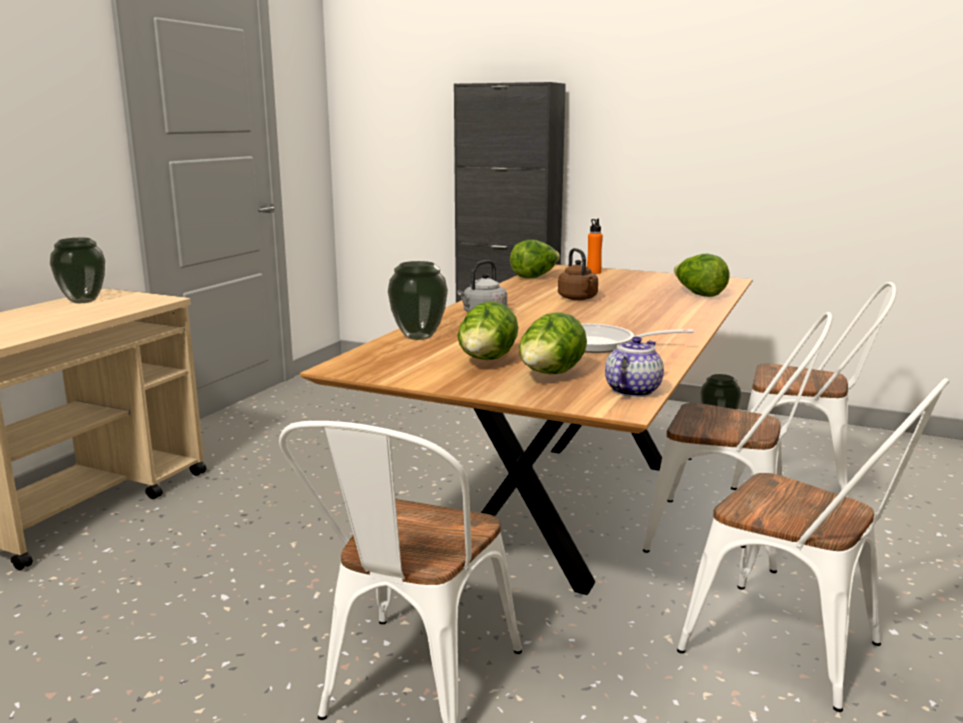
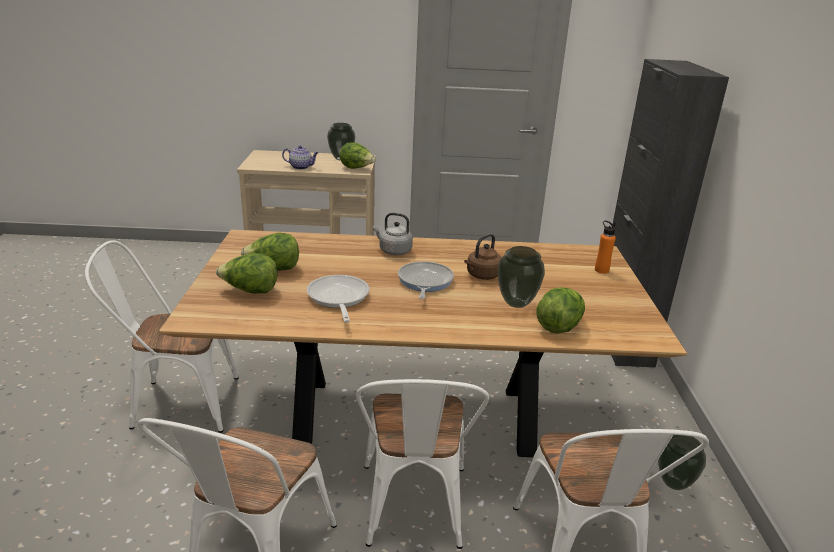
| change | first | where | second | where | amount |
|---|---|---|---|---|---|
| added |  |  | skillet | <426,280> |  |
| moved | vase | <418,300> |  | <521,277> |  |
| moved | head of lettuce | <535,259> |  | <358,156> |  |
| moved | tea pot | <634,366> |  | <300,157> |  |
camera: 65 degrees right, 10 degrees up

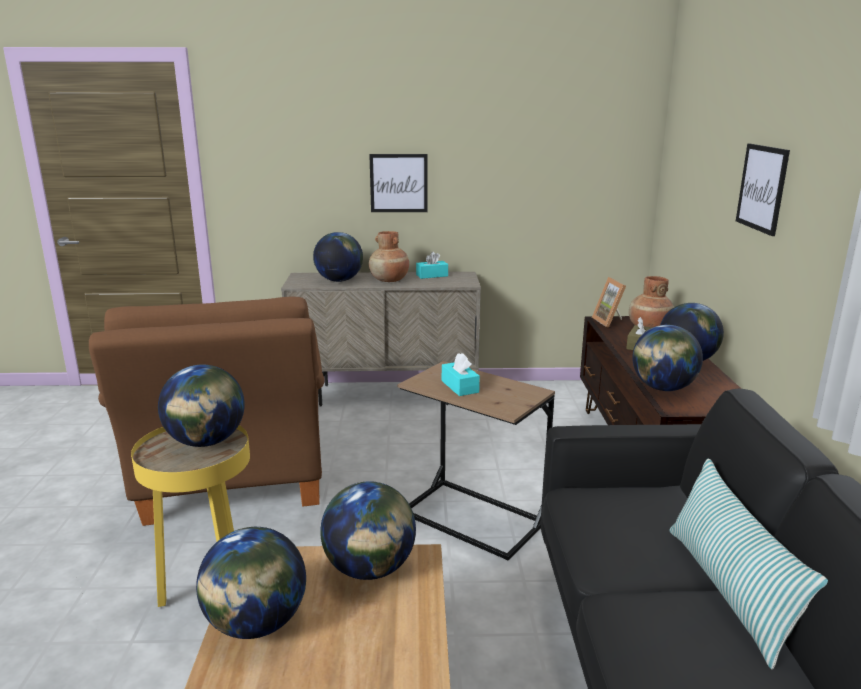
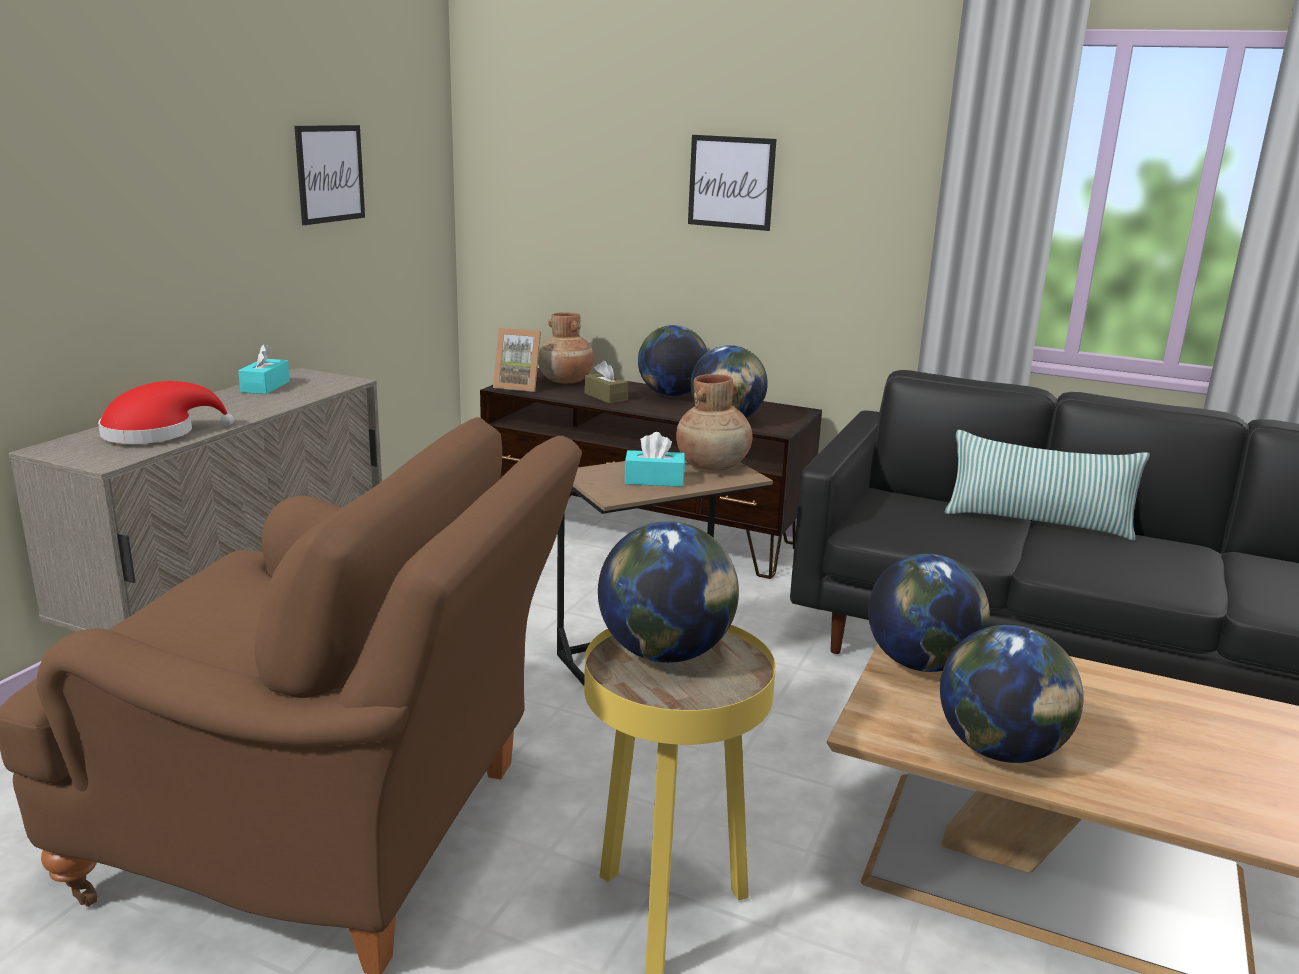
| change | first | where | second | where | amount |
|---|---|---|---|---|---|
| moved | wall picture | <398,183> |  | <329,175> |  |
| moved | vase/brown-coloured | <389,256> |  | <714,422> |  |
| replaced | world globe | <338,257> | clothing hat/reddish | <166,412> |  |
camera: 65 degrees left, 0 degrees up

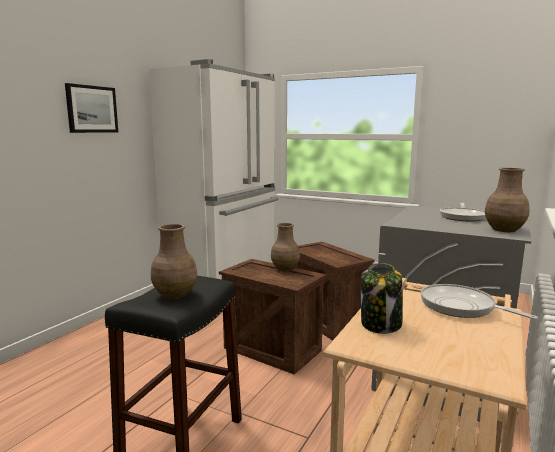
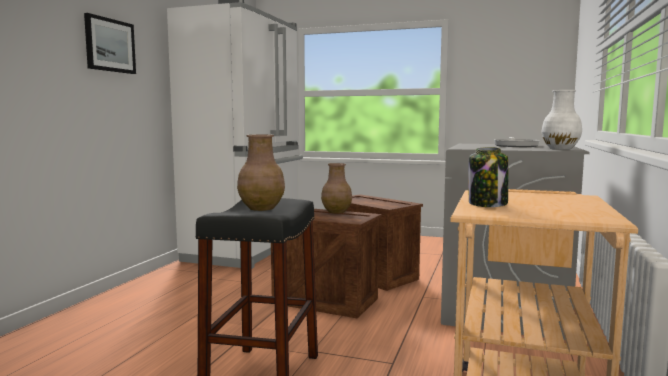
| change | first | where | second | where | amount |
|---|---|---|---|---|---|
| removed | skillet | <479,302> |  |  |  |
| recoloured | vase/brown-coloured | <507,200> | vase/white-coloured | <562,120> |  |
camera: 10 degrees left, 5 degrees down

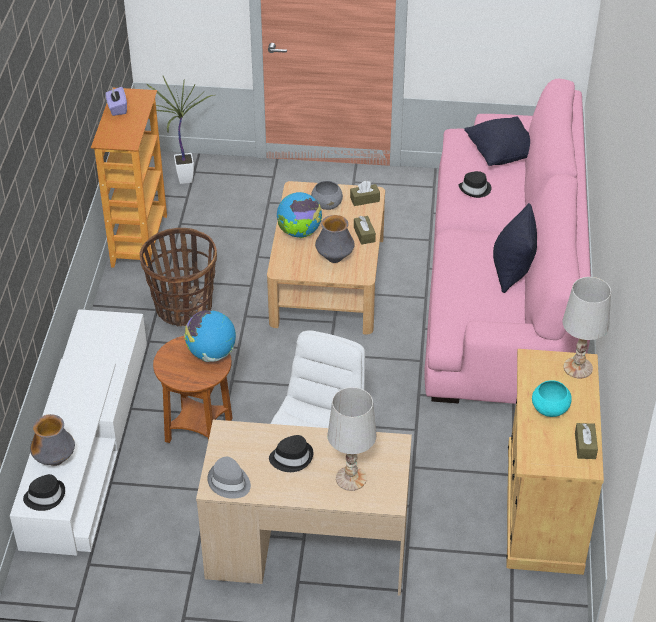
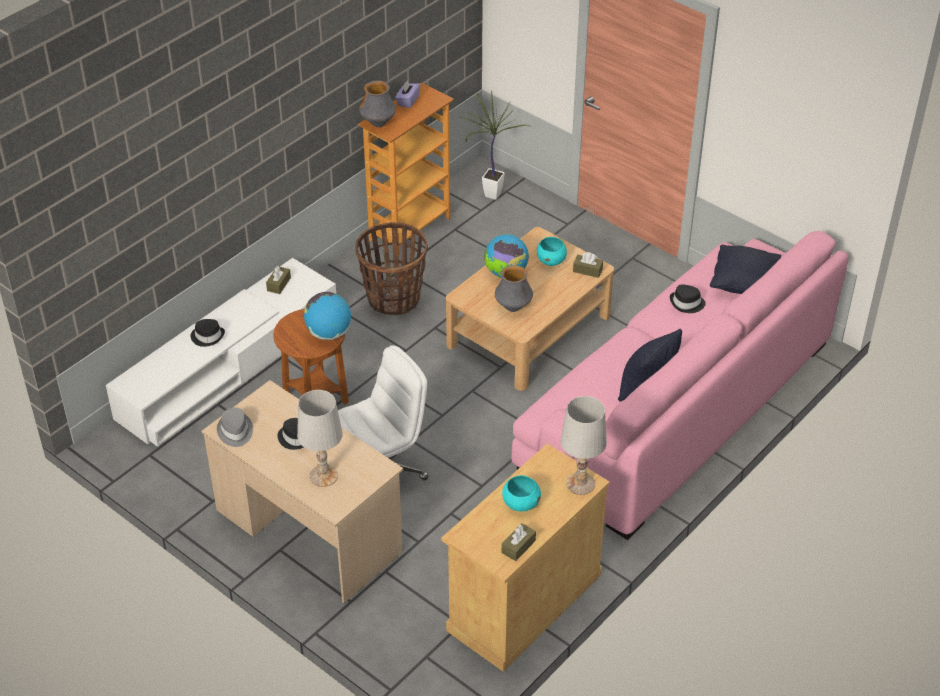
| change | first | where | second | where | amount |
|---|---|---|---|---|---|
| moved | clothing hat/black-coloured | <44,492> |  | <207,333> |  |
| moved | vase | <52,440> |  | <377,104> |  |
| moved | box of tissues/brown-coloured | <365,230> |  | <278,280> |  |
| recoloured | bowl/gray | <327,195> | bowl/turquoise | <552,251> |  |
camera: 35 degrees right, 0 degrees up

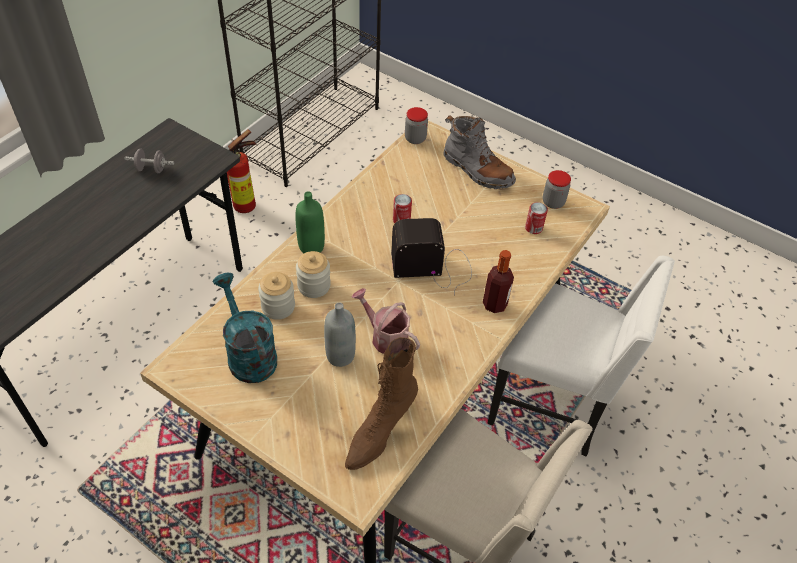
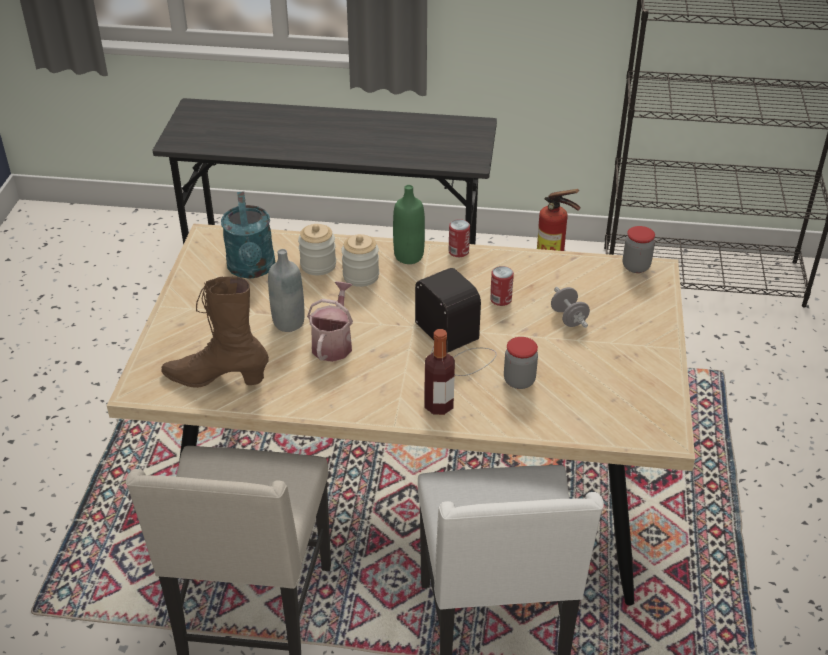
| change | first | where | second | where | amount |
|---|---|---|---|---|---|
| removed | boot/gray | <480,152> |  |  |  |
| moved | hand weight/gray | <149,161> |  | <570,307> |  |
| moved | metal can | <536,218> |  | <459,238> |  |
| moved | preserve jar | <557,189> |  | <521,363> |  |
| turned | watering pot/turquoise | <245,327> |  | <248,235> | 135 degrees clockwise |
camera: 65 degrees right, 10 degrees down

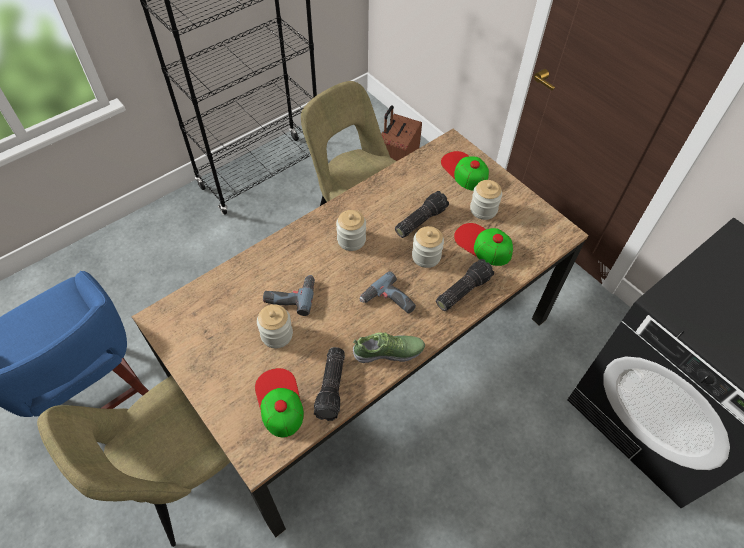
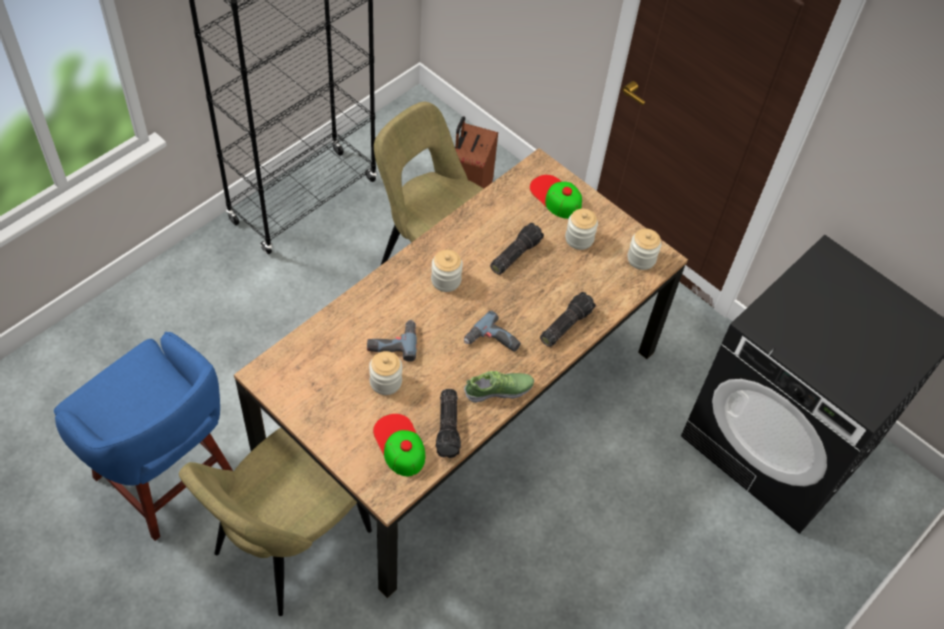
| change | first | where | second | where | amount |
|---|---|---|---|---|---|
| removed | cap | <483,244> |  |  |  |
| moved | preserve jar | <428,247> |  | <644,249> |  |
camera: 10 degrees left, 0 degrees up

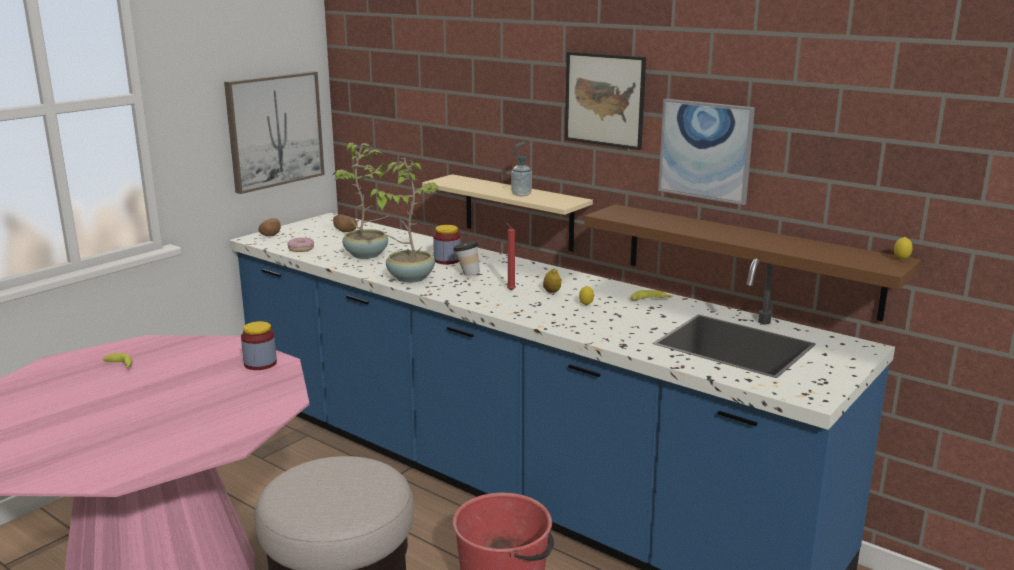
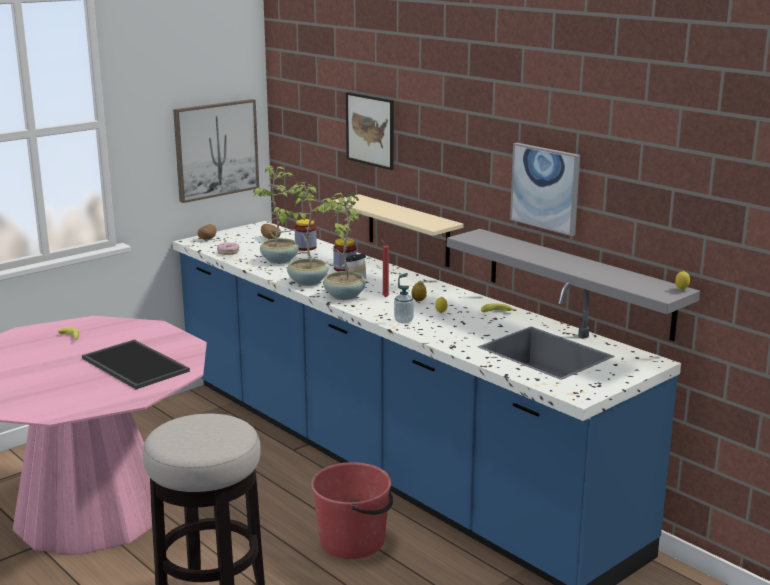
| change | first | where | second | where | amount |
|---|---|---|---|---|---|
| added |  |  | tray | <136,364> |  |
| added |  |  | potted plant | <343,246> |  |
| moved | preserve jar | <259,345> |  | <306,235> |  |
| moved | soap dispenser | <521,169> |  | <404,298> |  |
| moved | wall picture | <605,101> |  | <370,131> |  |
| recoloured | bracket shelf/brown-coloured | <752,263> | bracket shelf/gray | <573,285> |  |
camera: 10 degrees right, 0 degrees up

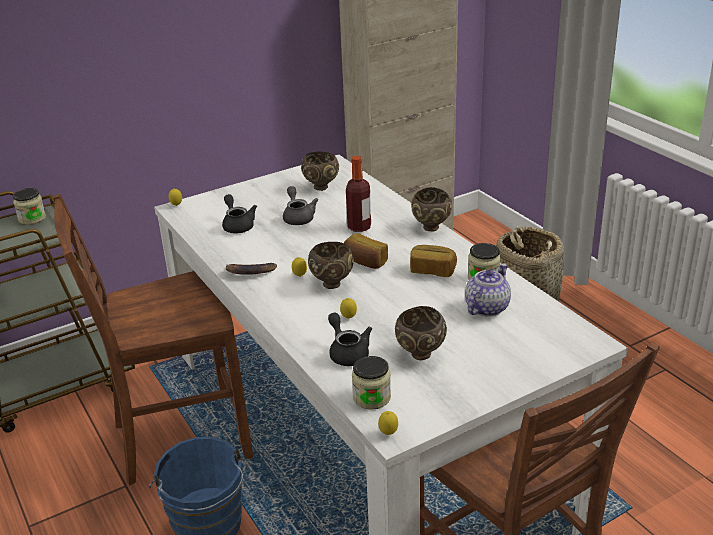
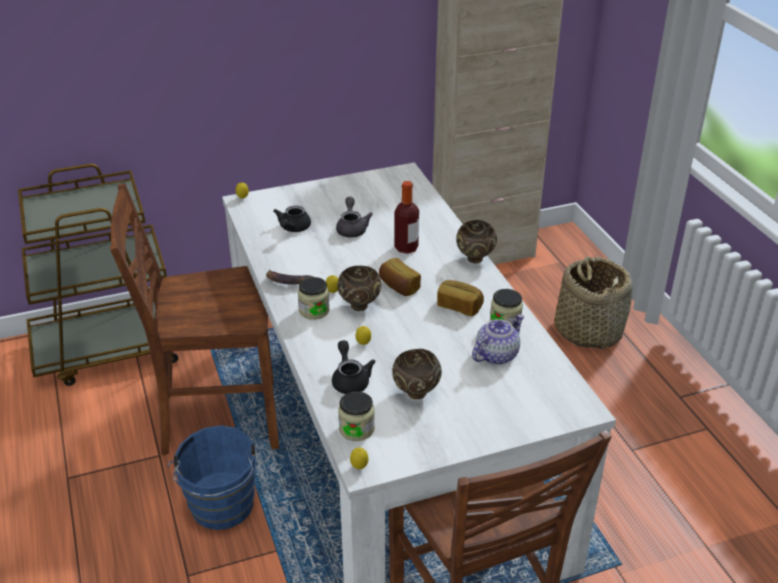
| change | first | where | second | where | amount |
|---|---|---|---|---|---|
| removed | bowl/brown-coloured | <320,171> |  |  |  |
| moved | preserve jar | <29,206> |  | <314,298> |  |
| turned | tea pot/black-coloured | <239,213> |  | <292,219> | 150 degrees counterclockwise |
camera: 10 degrees right, 5 degrees up

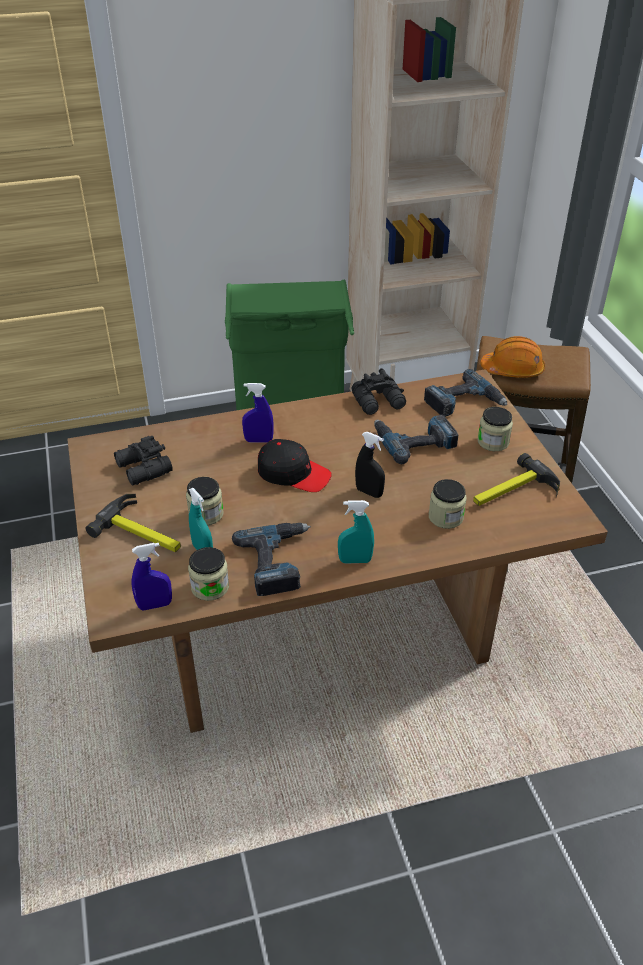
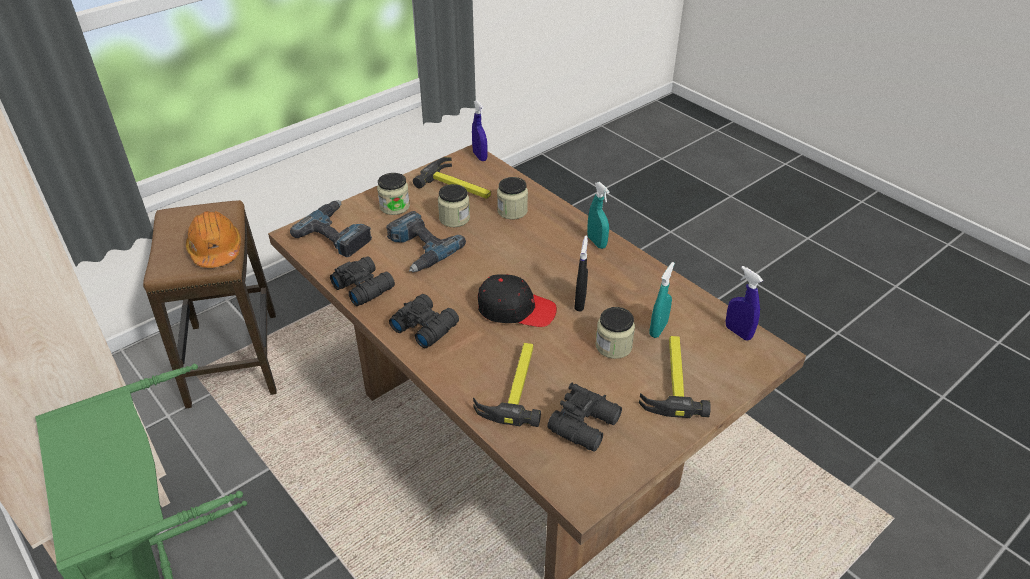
| change | first | where | second | where | amount |
|---|---|---|---|---|---|
| removed | electric drill | <271,559> |  |  |  |
| added |  |  | binoculars/black-coloured | <424,321> |  |
| added |  |  | hammer | <507,385> |  |
| moved | preserve jar | <208,574> |  | <454,205> |  |
| moved | spray bottle/bluish | <258,413> |  | <479,130> |  |
| moved | spray bottle/black-coloured | <370,465> |  | <581,273> |  |
| turned | cap/black-coloured | <295,465> |  | <517,300> | 105 degrees clockwise |
camera: 115 degrees left, 0 degrees up

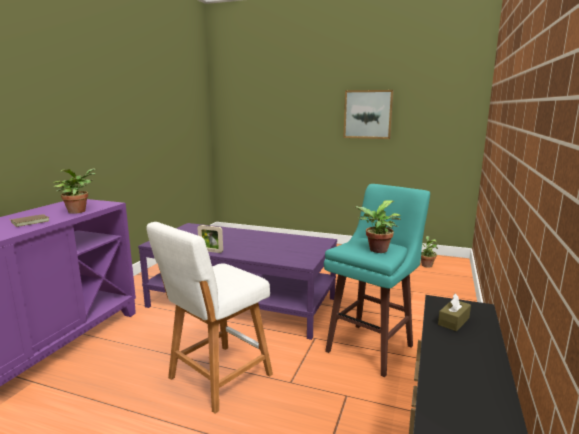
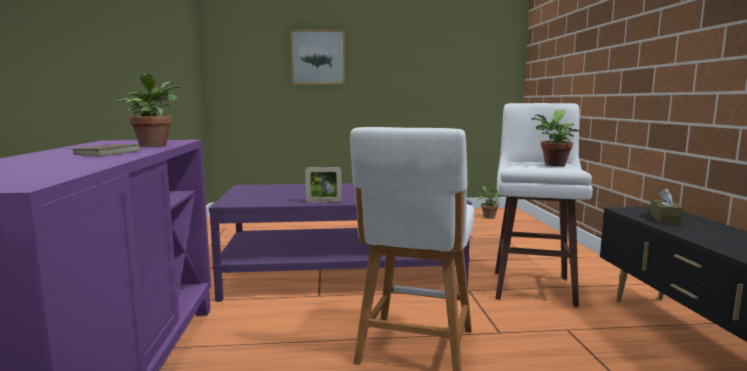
| change | first | where | second | where | amount |
|---|---|---|---|---|---|
| moved | wall picture | <368,114> |  | <317,57> |  |
| recoloured | stool seat/turquoise | <377,280> | stool seat/white-coloured | <544,205> |  |
camera: 25 degrees left, 5 degrees down

